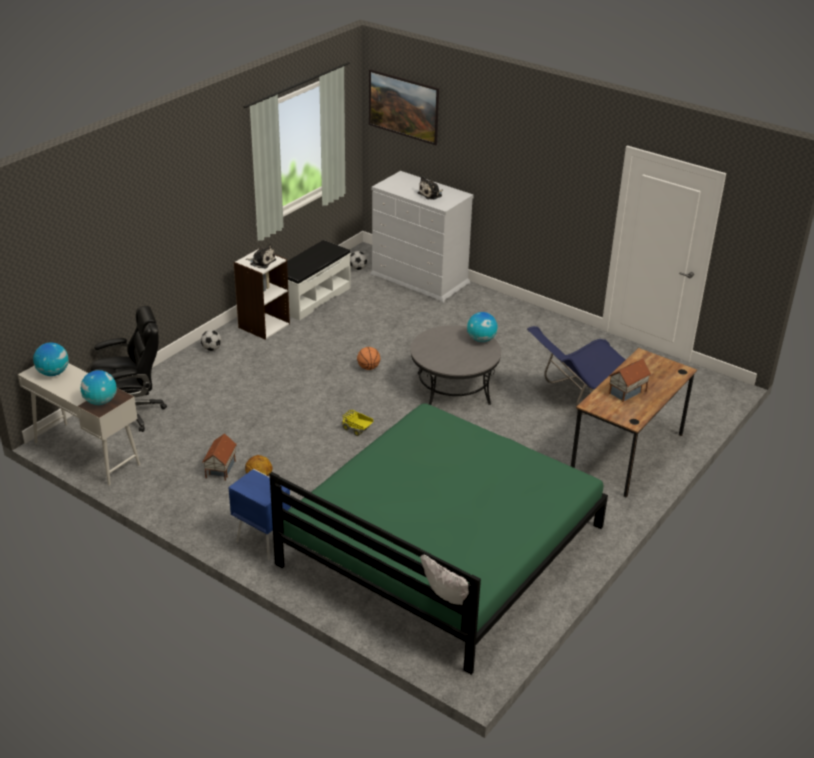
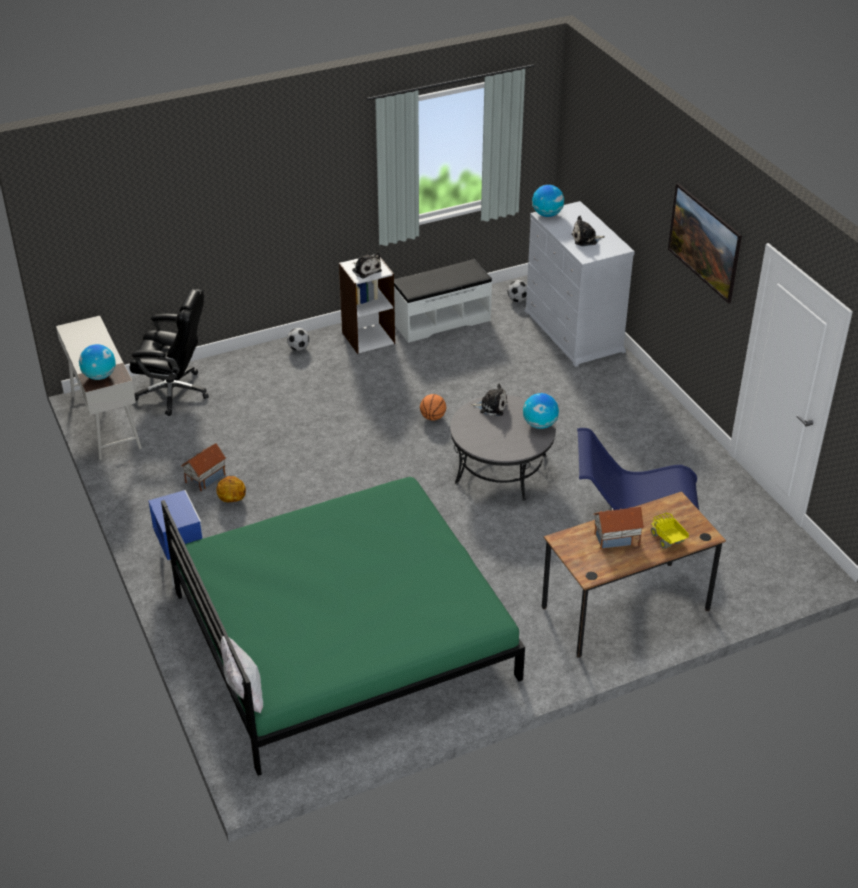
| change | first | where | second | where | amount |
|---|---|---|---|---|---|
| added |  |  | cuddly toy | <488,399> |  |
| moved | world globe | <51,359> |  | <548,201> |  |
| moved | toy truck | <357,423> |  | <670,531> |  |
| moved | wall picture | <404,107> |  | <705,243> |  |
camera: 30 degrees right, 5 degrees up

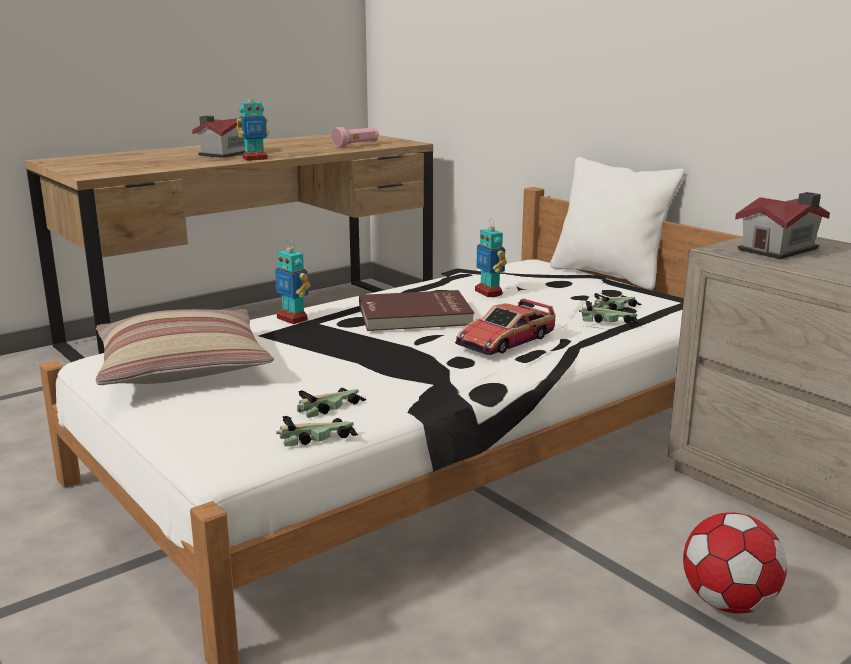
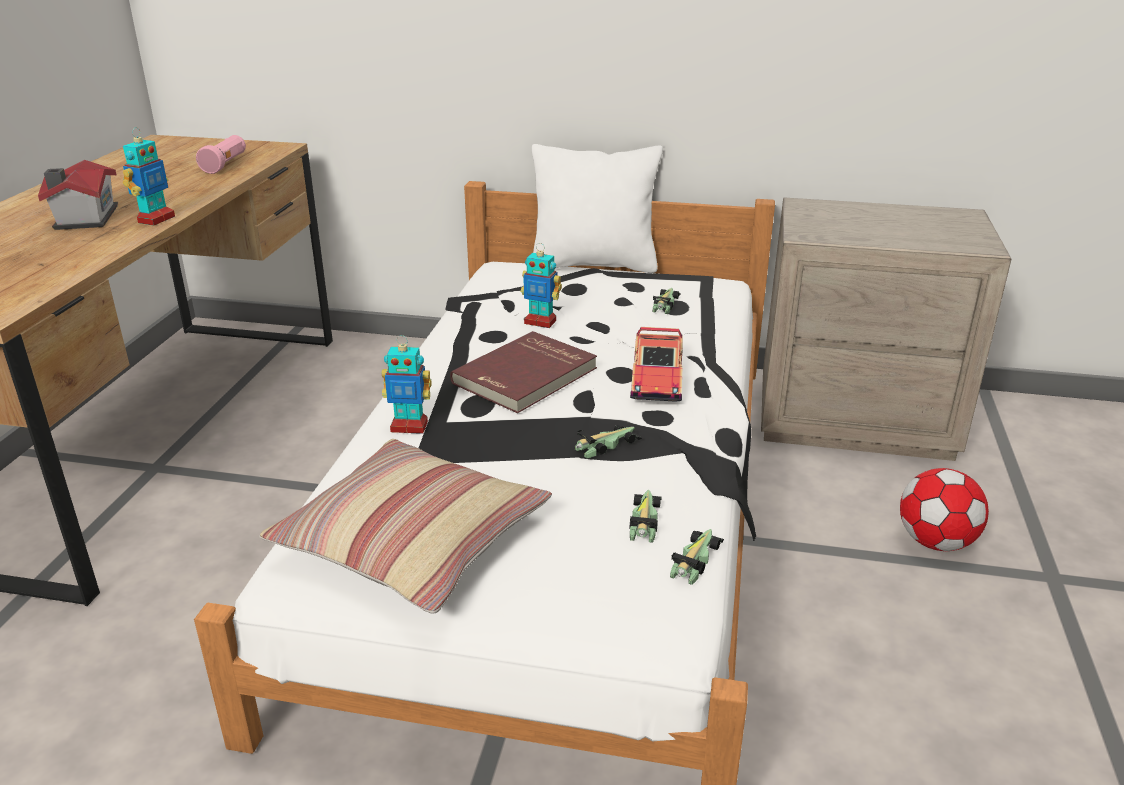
| change | first | where | second | where | amount |
|---|---|---|---|---|---|
| removed | toy house | <782,225> |  |  |  |
| moved | toy car | <608,312> |  | <608,441> |  |
camera: 40 degrees left, 10 degrees up

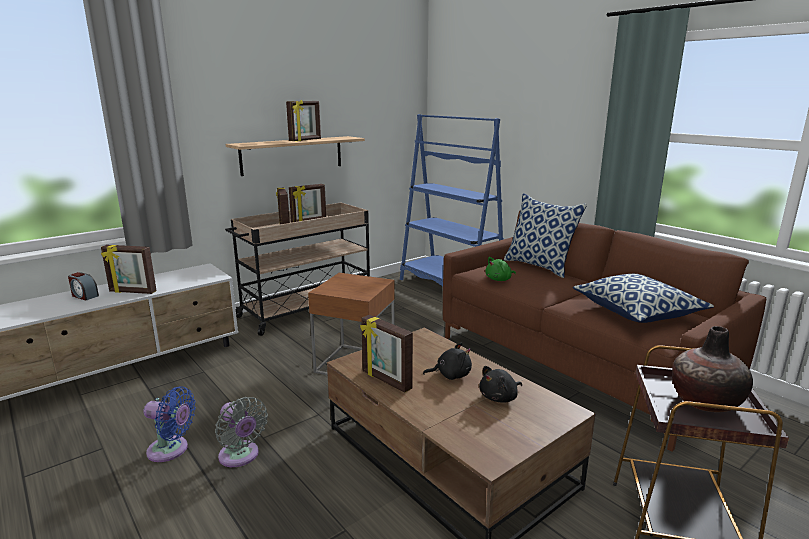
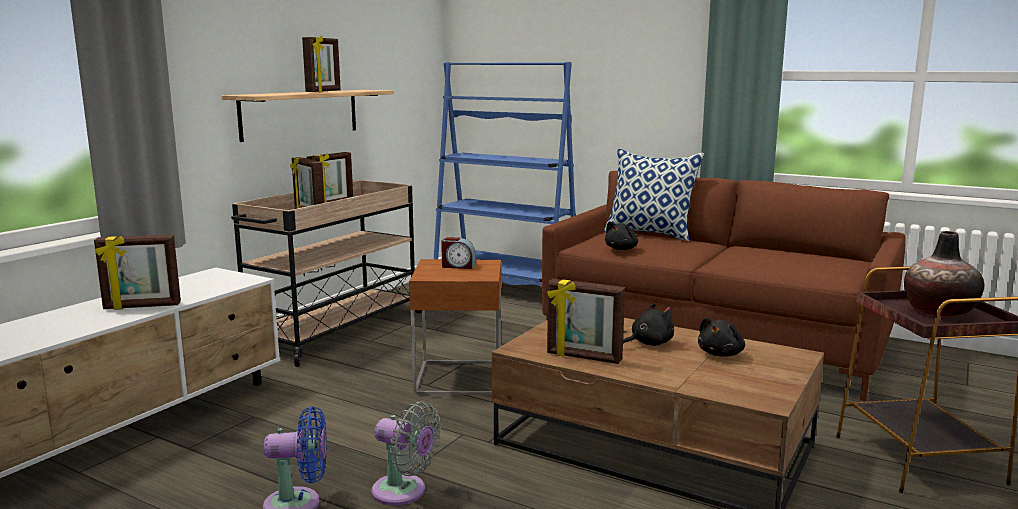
| change | first | where | second | where | amount |
|---|---|---|---|---|---|
| removed | cushion | <643,298> |  |  |  |
| moved | bedside clock | <83,286> |  | <458,253> |  |
| recoloured | cuddly toy/green-coloured | <500,269> | cuddly toy/black-coloured | <621,235> |  |
camera: 20 degrees left, 5 degrees down

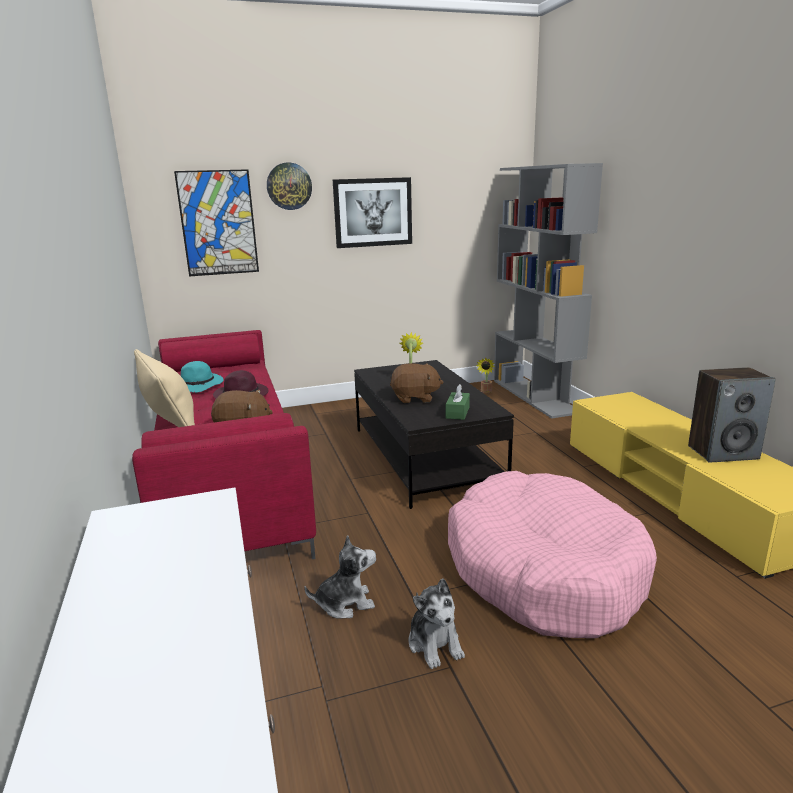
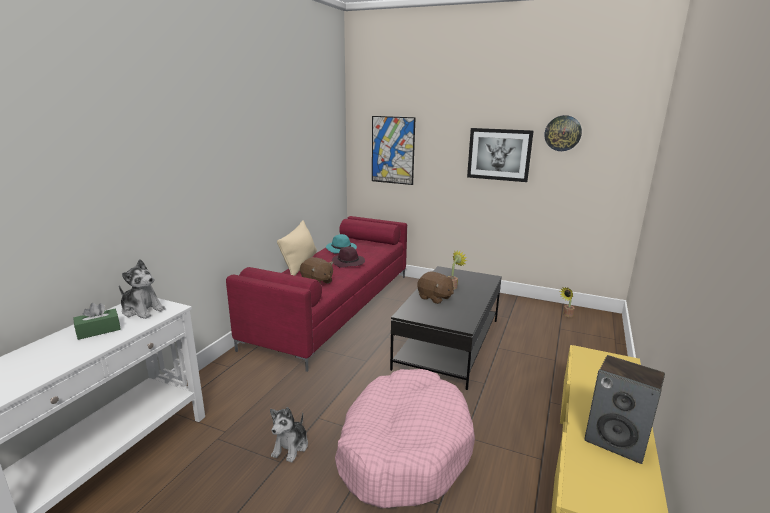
| change | first | where | second | where | amount |
|---|---|---|---|---|---|
| removed | shelving unit/gray | <548,291> |  |  |  |
| moved | clock on the wall | <289,186> |  | <563,133> |  |
| moved | cuddly toy | <340,576> |  | <142,289> |  |
| moved | box of tissues/green-coloured | <458,402> |  | <97,321> |  |
camera: 40 degrees right, 0 degrees up

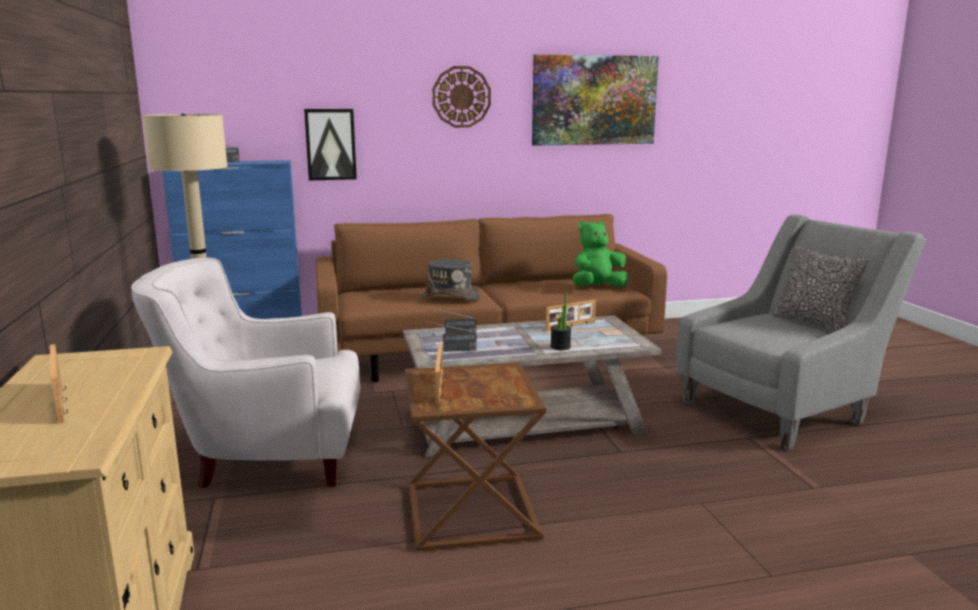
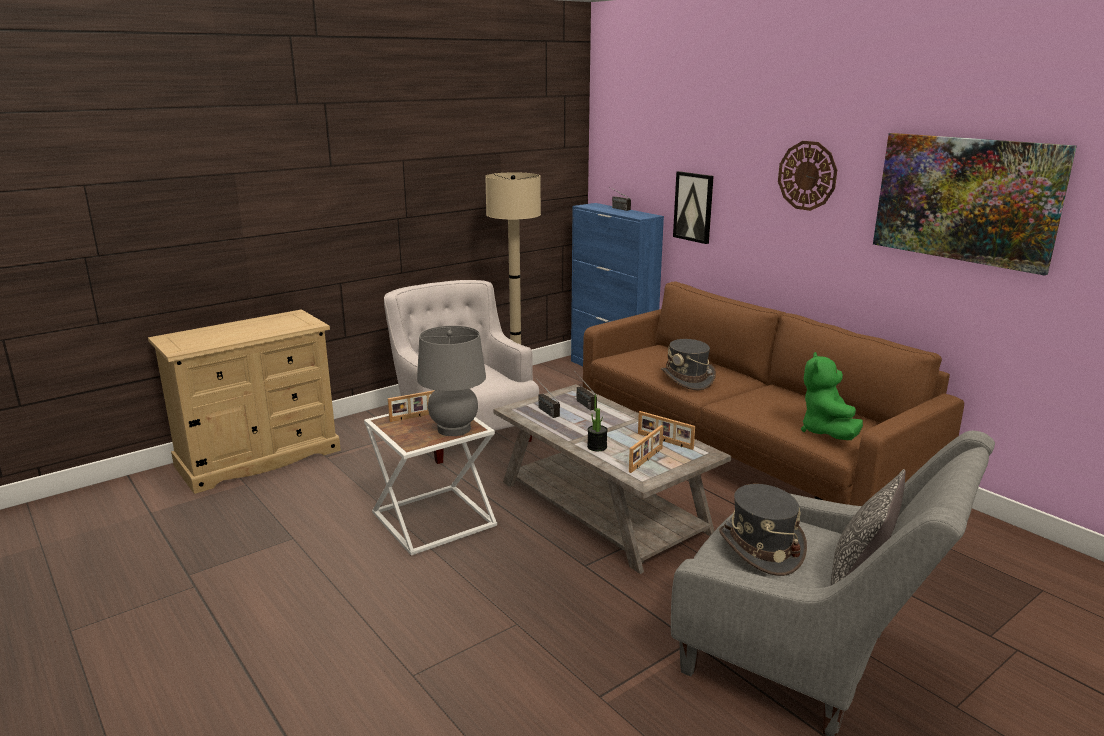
| change | first | where | second | where | amount |
|---|---|---|---|---|---|
| added |  |  | table lamp/gray | <451,381> |  |
| added |  |  | clothing hat/gray | <763,530> |  |
| moved | picture frame | <59,383> |  | <646,449> |  |
| recoloured | accent table/brown-coloured | <475,457> | accent table/white-coloured | <430,485> |  |
| turned | cuddly toy/green-coloured | <600,254> |  | <832,396> | 120 degrees counterclockwise |
camera: 65 degrees right, 5 degrees up

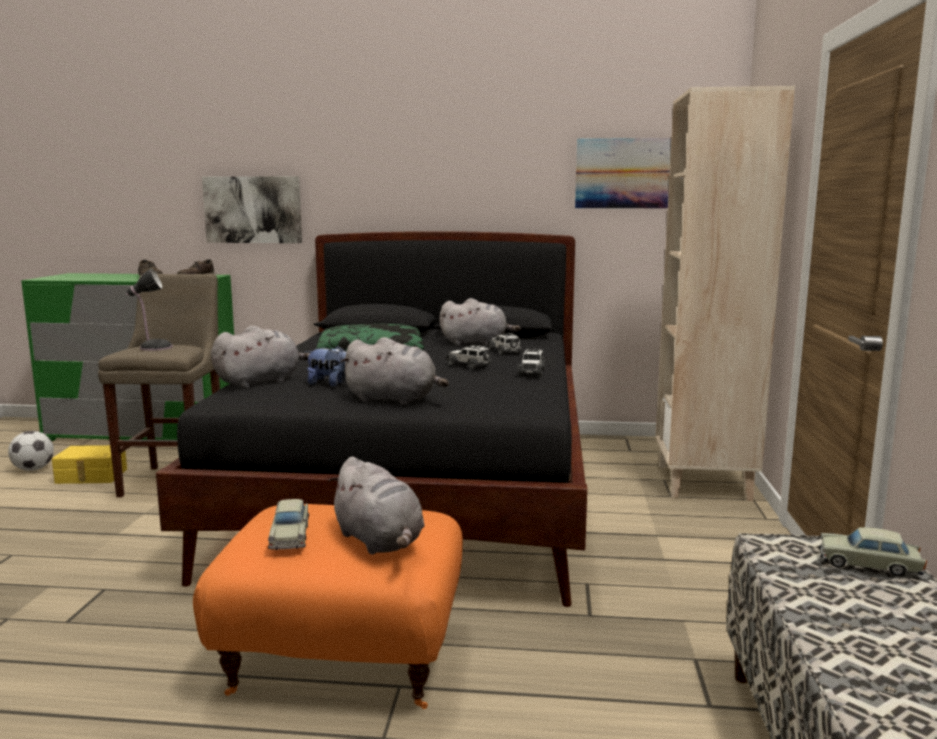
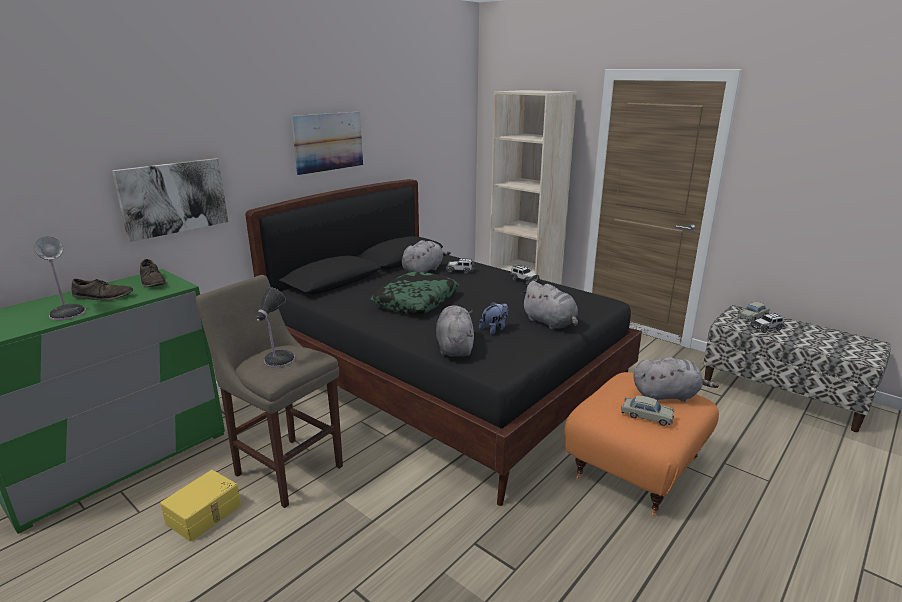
| change | first | where | second | where | amount |
|---|---|---|---|---|---|
| removed | ball for football | <31,451> |  |  |  |
| added |  |  | table lamp | <60,278> |  |
| moved | toy car | <469,356> |  | <767,323> |  |
| moved | wall picture | <623,173> |  | <327,143> |  |
| turned | cuddly toy/gray | <395,371> |  | <549,305> | 90 degrees clockwise |
camera: 55 degrees left, 10 degrees up

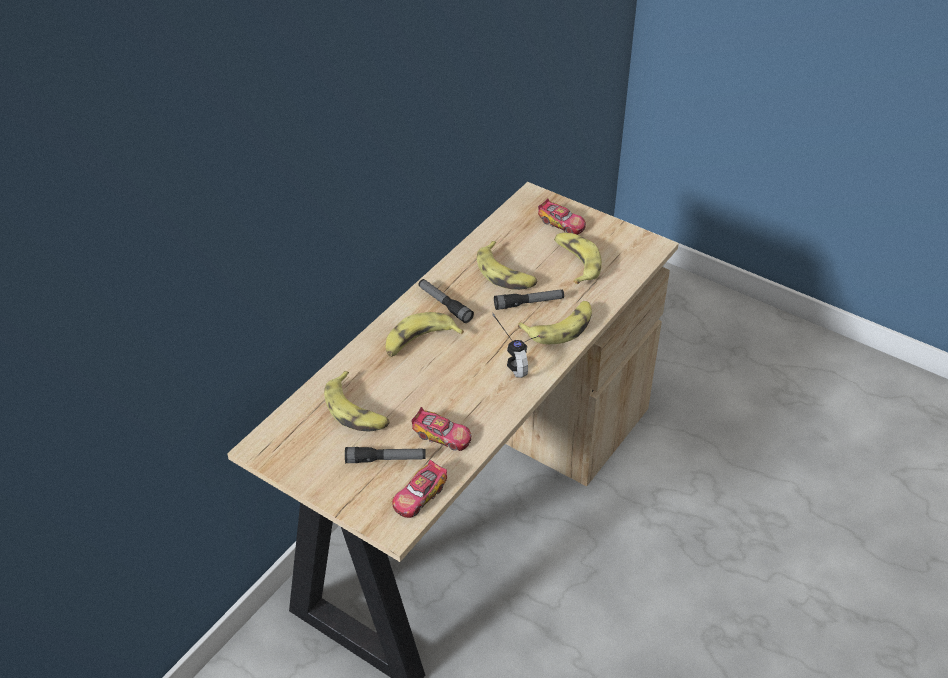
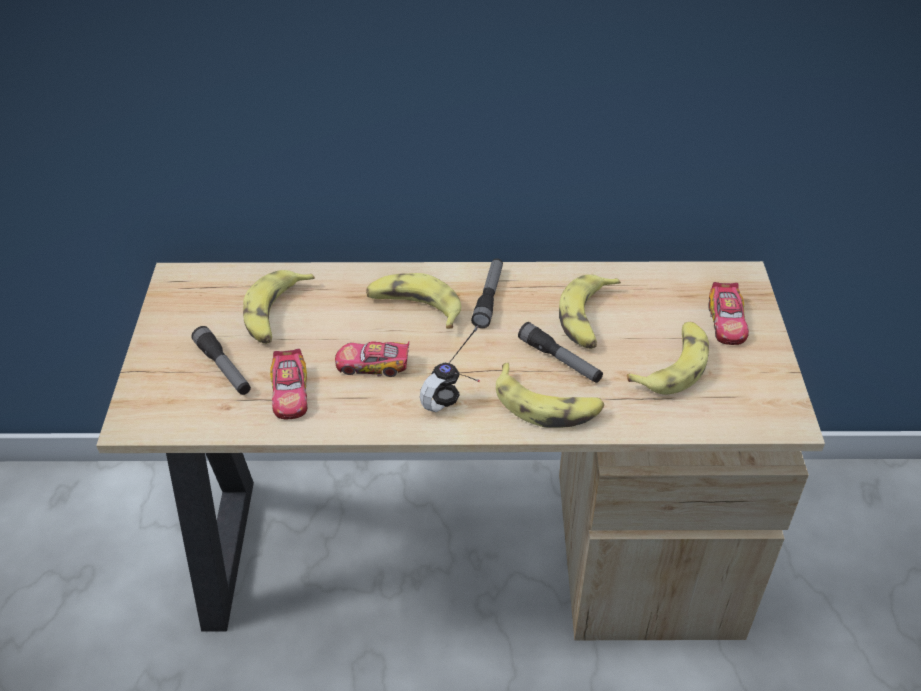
| change | first | where | second | where | amount |
|---|---|---|---|---|---|
| moved | toy car | <420,489> |  | <372,359> |  |
camera: 55 degrees right, 0 degrees up

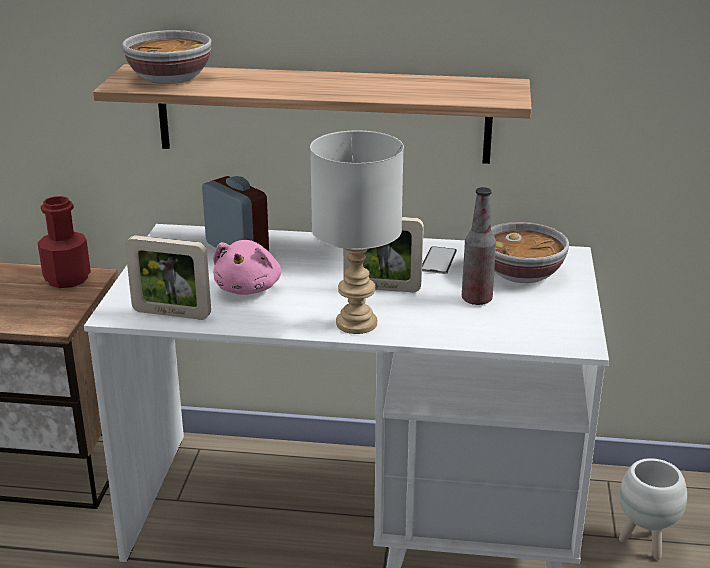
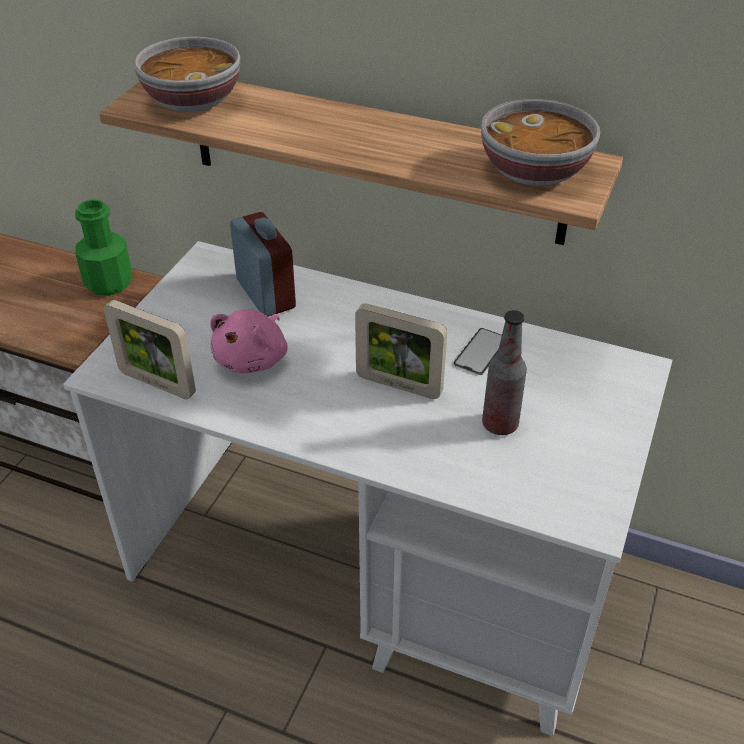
| change | first | where | second | where | amount |
|---|---|---|---|---|---|
| removed | table lamp/gray | <357,232> |  |  |  |
| removed | flower pot/white-coloured | <653,509> |  |  |  |
| moved | bowl | <530,252> |  | <540,142> |  |
| recoloured | beverage bottle/reddish | <64,242> | beverage bottle/green-coloured | <103,247> |  |
camera: 15 degrees right, 15 degrees up

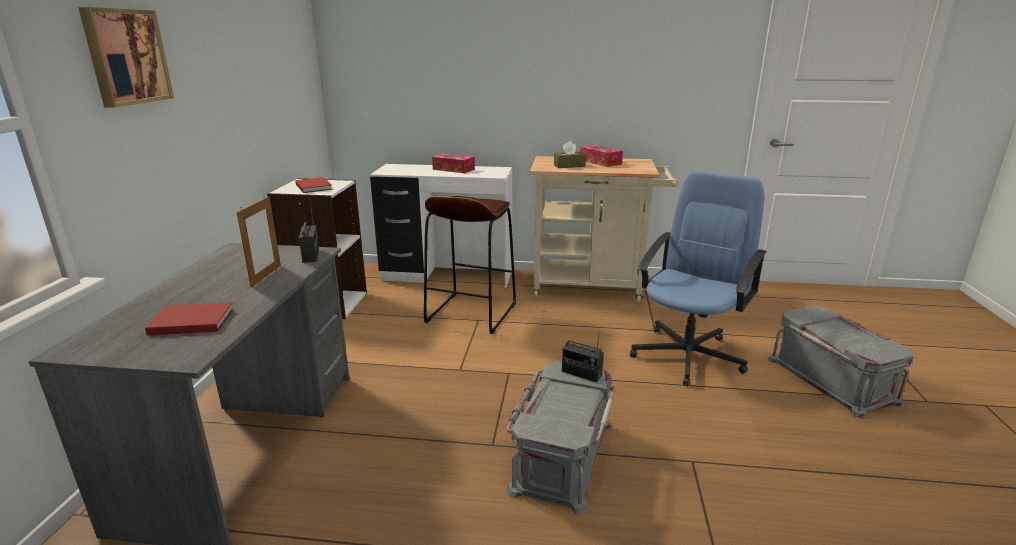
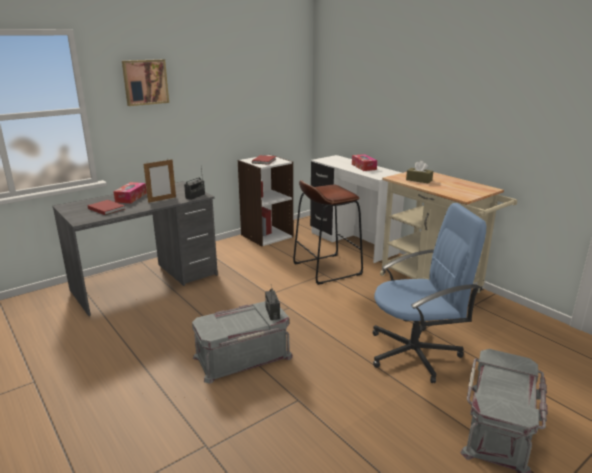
| change | first | where | second | where | amount |
|---|---|---|---|---|---|
| moved | box of tissues | <601,156> |  | <130,192> |  |
camera: 45 degrees right, 0 degrees up

